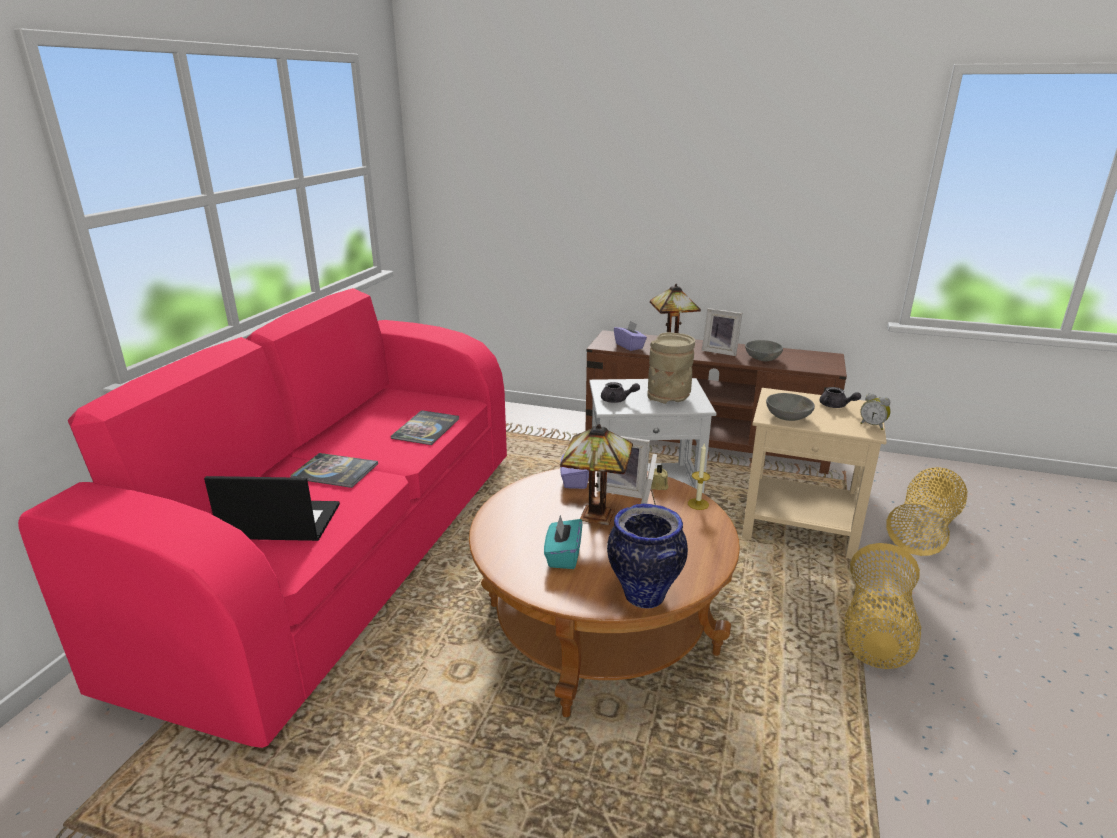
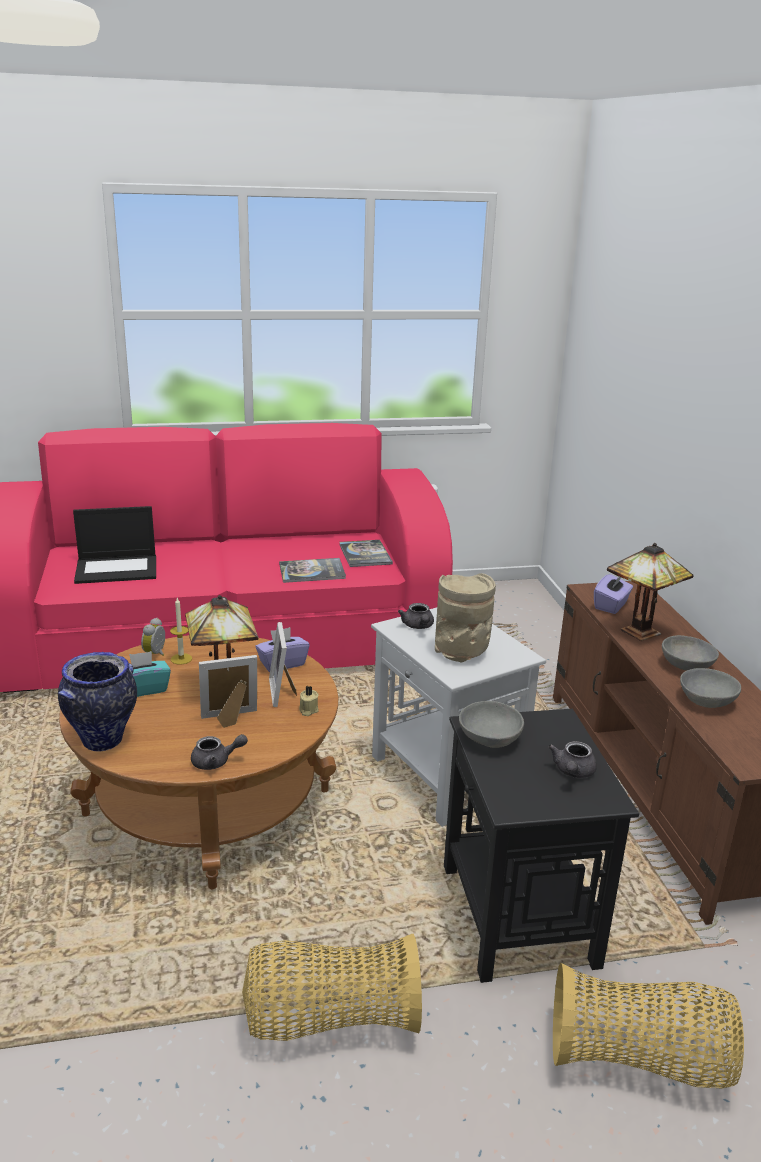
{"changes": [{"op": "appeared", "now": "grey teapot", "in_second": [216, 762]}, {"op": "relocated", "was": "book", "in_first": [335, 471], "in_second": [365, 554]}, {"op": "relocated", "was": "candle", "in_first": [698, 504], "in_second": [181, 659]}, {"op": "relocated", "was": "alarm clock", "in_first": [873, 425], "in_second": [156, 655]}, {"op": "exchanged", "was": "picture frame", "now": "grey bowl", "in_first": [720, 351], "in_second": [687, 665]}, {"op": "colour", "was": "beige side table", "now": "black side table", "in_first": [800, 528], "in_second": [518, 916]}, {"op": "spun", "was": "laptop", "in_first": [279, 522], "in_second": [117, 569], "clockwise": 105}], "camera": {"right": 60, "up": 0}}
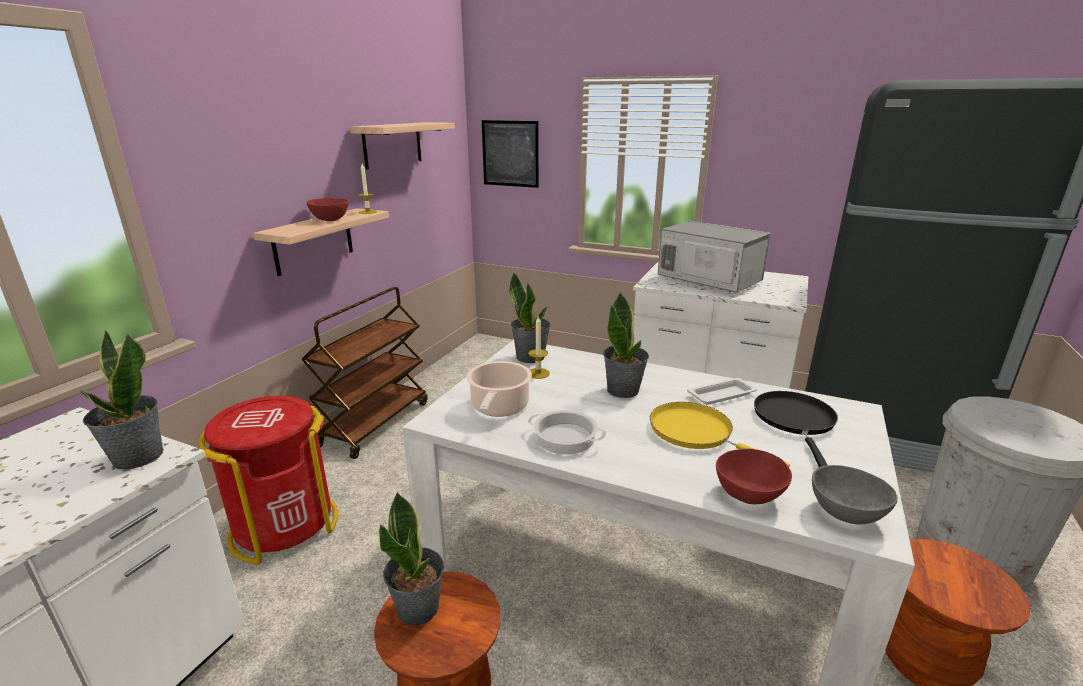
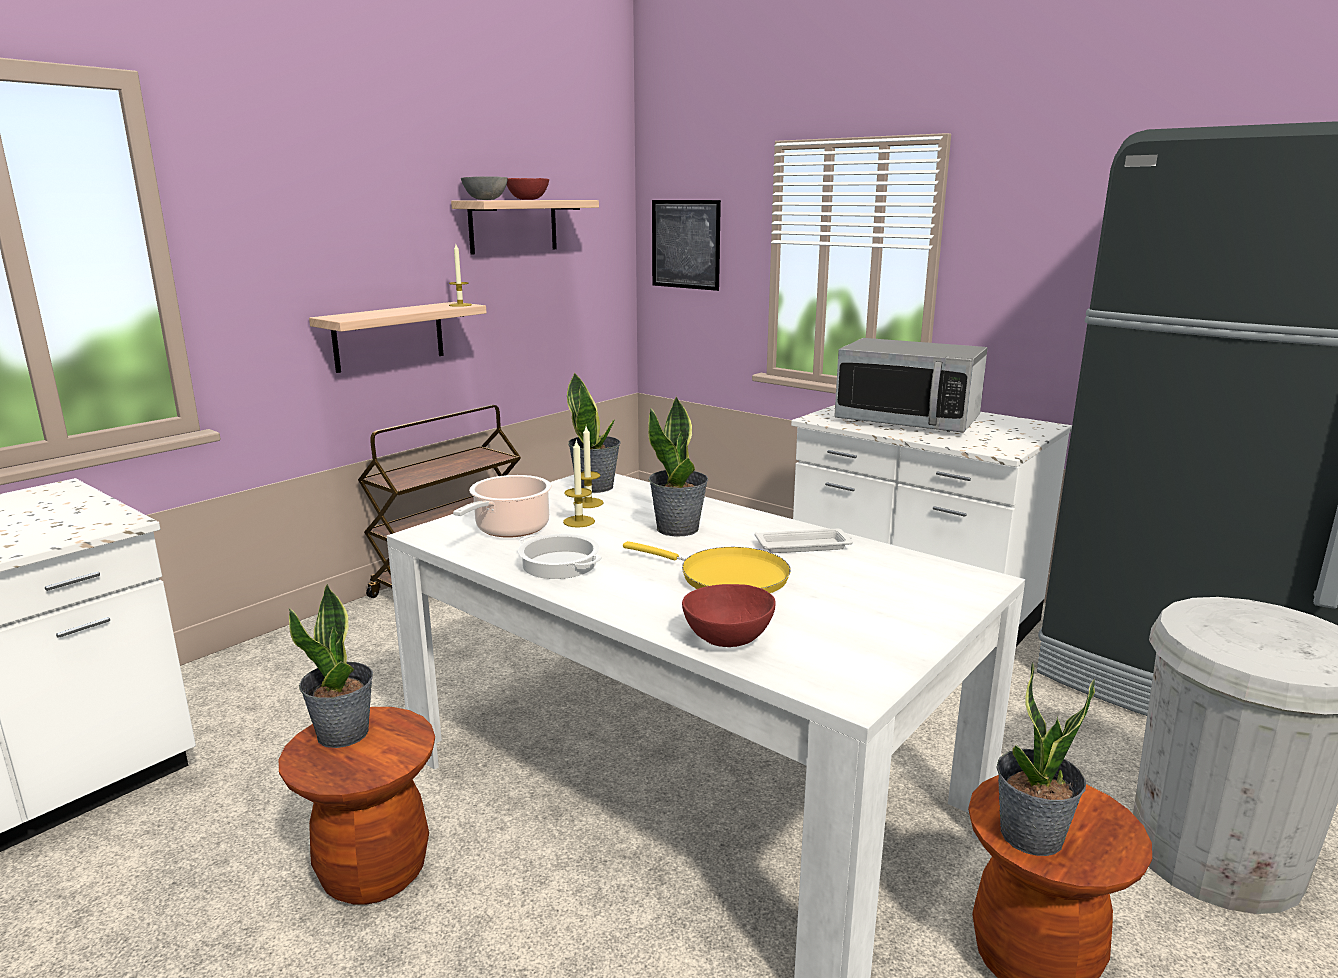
{"changes": [{"op": "missing", "was": "red trash can", "in_first": [284, 525]}, {"op": "missing", "was": "black frying pan", "in_first": [795, 421]}, {"op": "appeared", "now": "candle", "in_second": [579, 521]}, {"op": "relocated", "was": "potted plant", "in_first": [137, 457], "in_second": [1031, 836]}, {"op": "relocated", "was": "red bowl", "in_first": [330, 219], "in_second": [528, 199]}, {"op": "relocated", "was": "grey bowl", "in_first": [847, 514], "in_second": [485, 200]}, {"op": "spun", "was": "yellow frying pan", "in_first": [696, 432], "in_second": [726, 577], "clockwise": 150}, {"op": "spun", "was": "microwave", "in_first": [708, 280], "in_second": [907, 420], "clockwise": 150}], "camera": {"right": 15, "up": -5}}
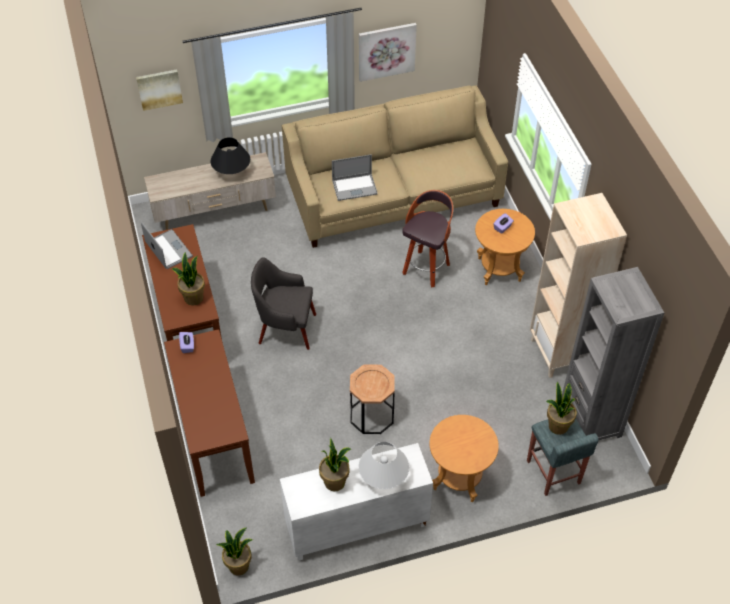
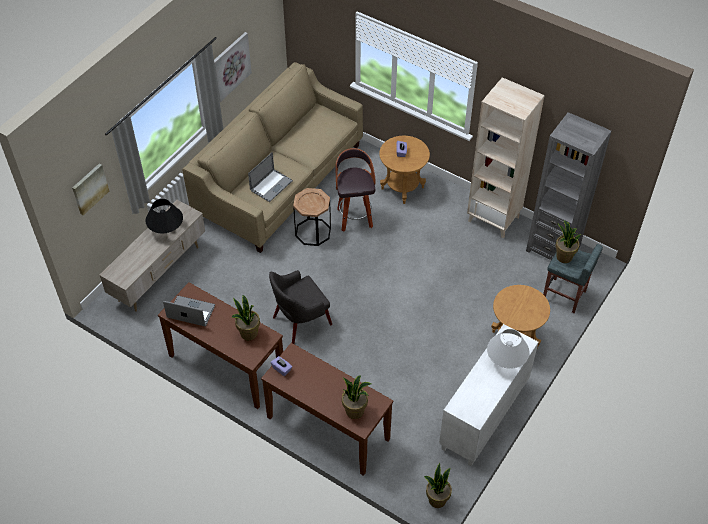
{"changes": [{"op": "relocated", "was": "potted plant", "in_first": [335, 482], "in_second": [355, 410]}, {"op": "relocated", "was": "brown side table", "in_first": [372, 415], "in_second": [313, 232]}], "camera": {"right": -40, "up": 0}}
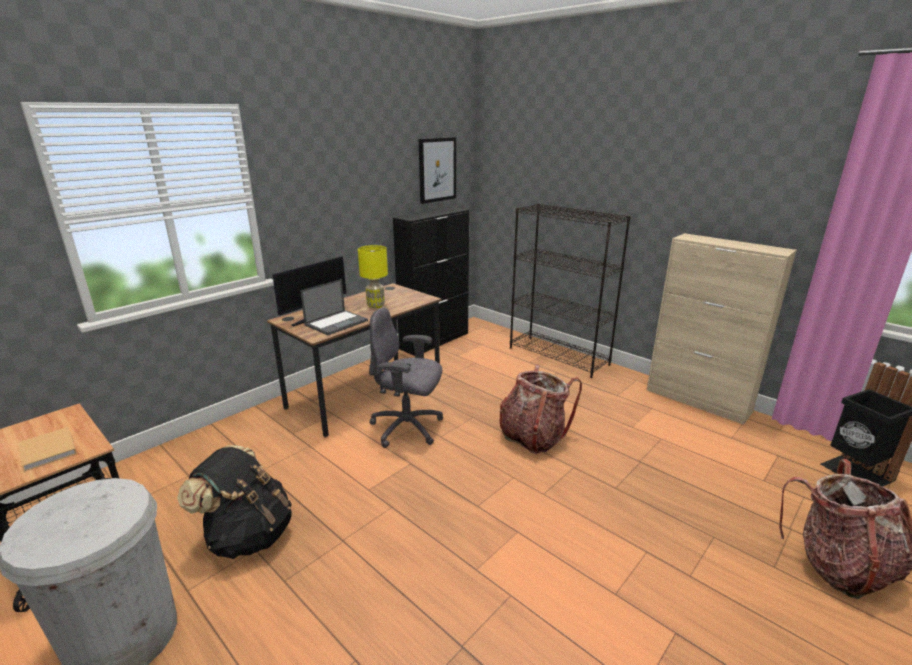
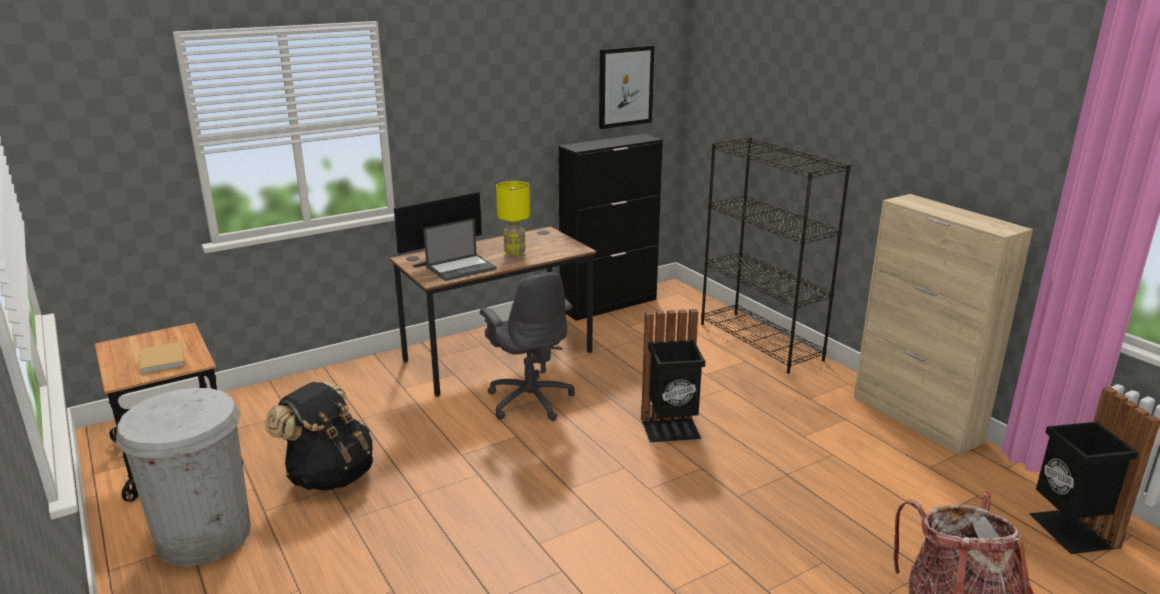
{"changes": [{"op": "exchanged", "was": "backpack", "now": "black trash can", "in_first": [533, 437], "in_second": [671, 429]}, {"op": "spun", "was": "grey office chair", "in_first": [408, 428], "in_second": [530, 400], "clockwise": -150}], "camera": {"right": 15, "up": 0}}
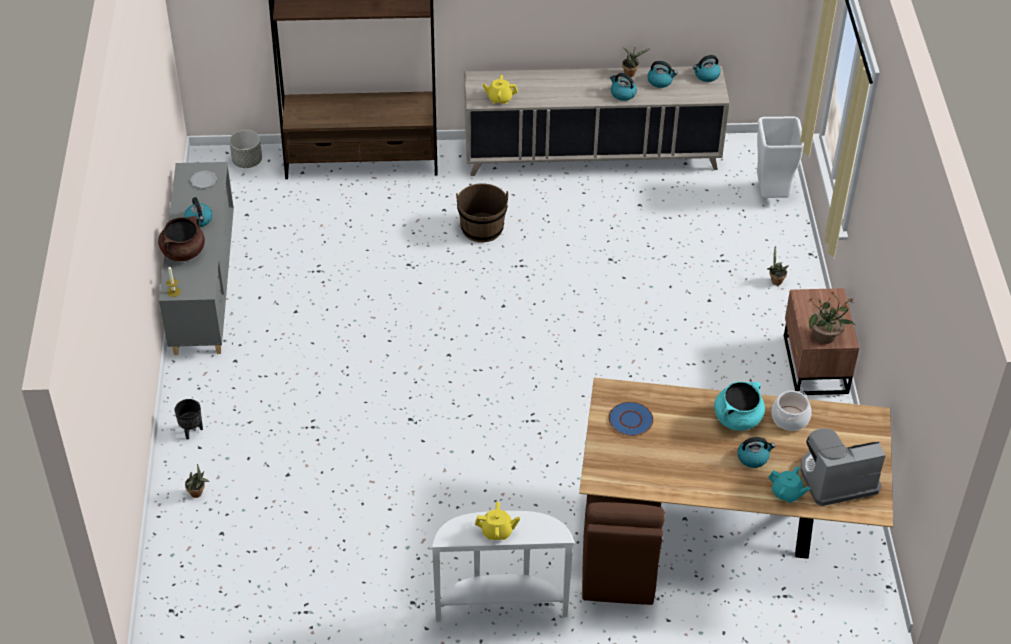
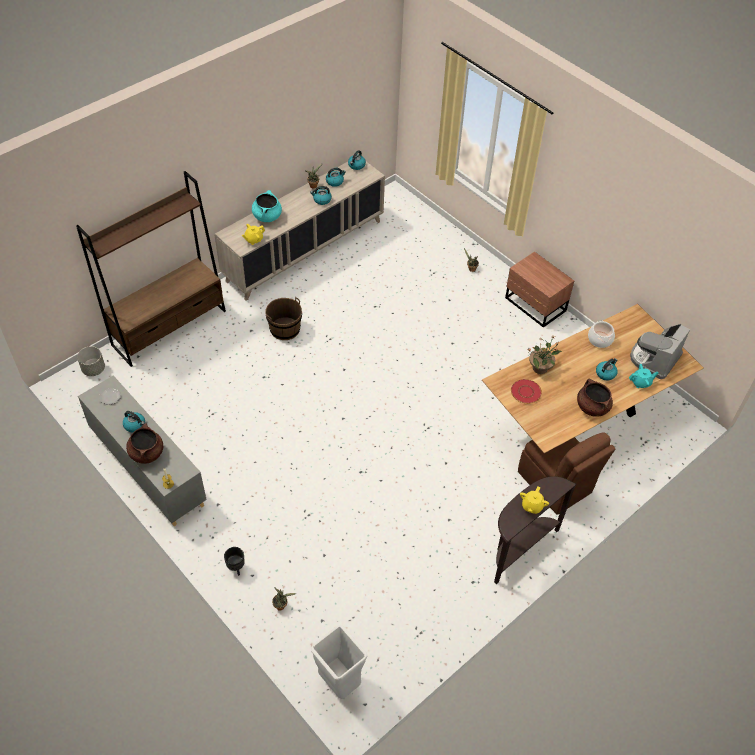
{"changes": [{"op": "appeared", "now": "brown cooking pot", "in_second": [592, 407]}, {"op": "relocated", "was": "turquoise cooking pot", "in_first": [737, 418], "in_second": [267, 216]}, {"op": "relocated", "was": "white trash can", "in_first": [771, 194], "in_second": [339, 682]}, {"op": "relocated", "was": "potted plant", "in_first": [825, 336], "in_second": [540, 368]}, {"op": "colour", "was": "white console table", "now": "brown console table", "in_first": [500, 604], "in_second": [519, 548]}, {"op": "colour", "was": "blue plate", "now": "red plate", "in_first": [630, 419], "in_second": [525, 392]}, {"op": "spun", "was": "yellow teapot", "in_first": [497, 532], "in_second": [532, 506], "clockwise": 150}], "camera": {"right": -40, "up": 5}}
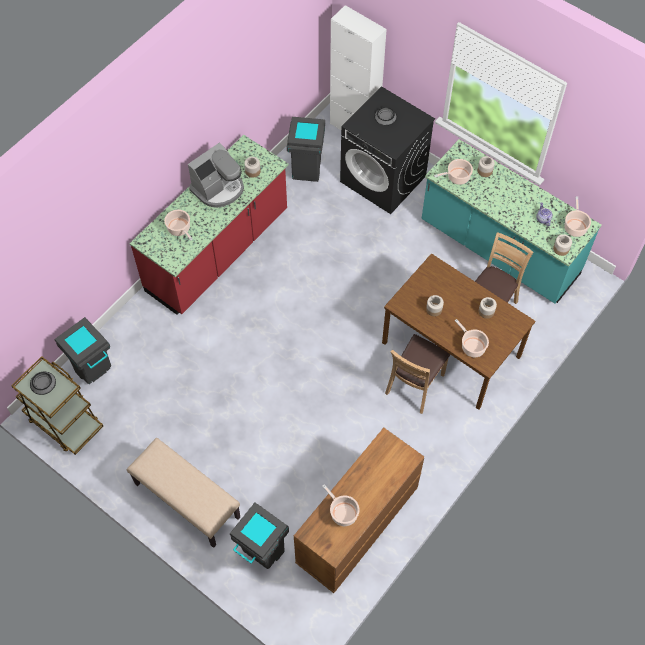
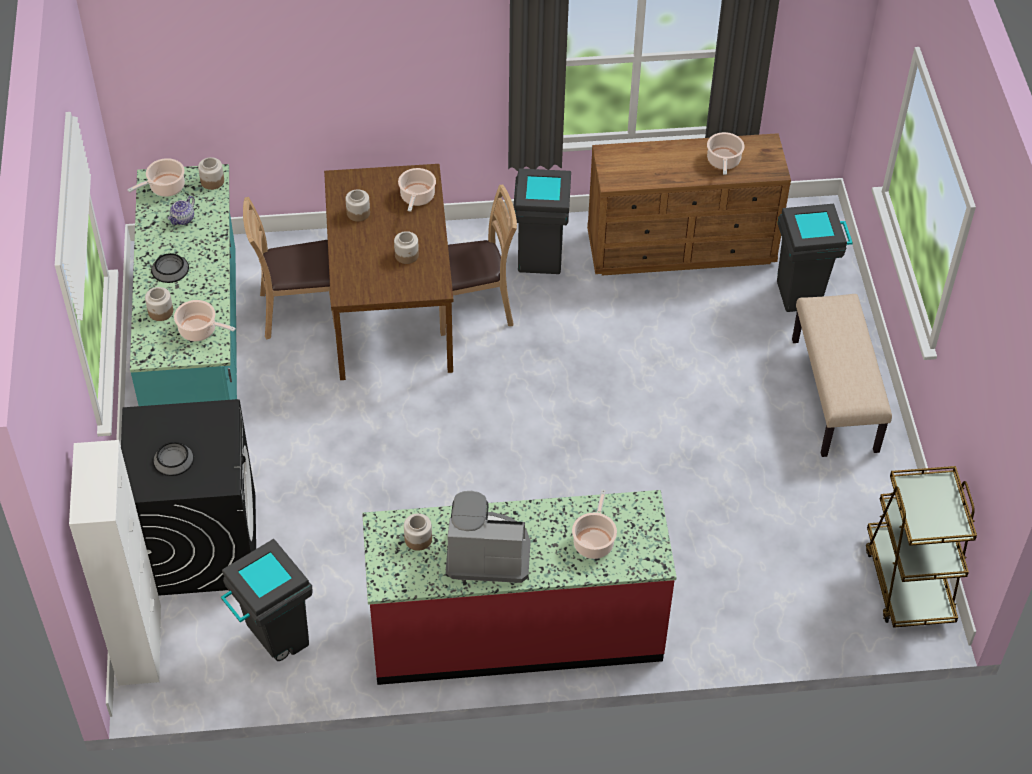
{"changes": [{"op": "relocated", "was": "bowl", "in_first": [42, 383], "in_second": [170, 269]}, {"op": "relocated", "was": "grey trash can", "in_first": [96, 373], "in_second": [540, 258]}], "camera": {"right": -135, "up": -10}}
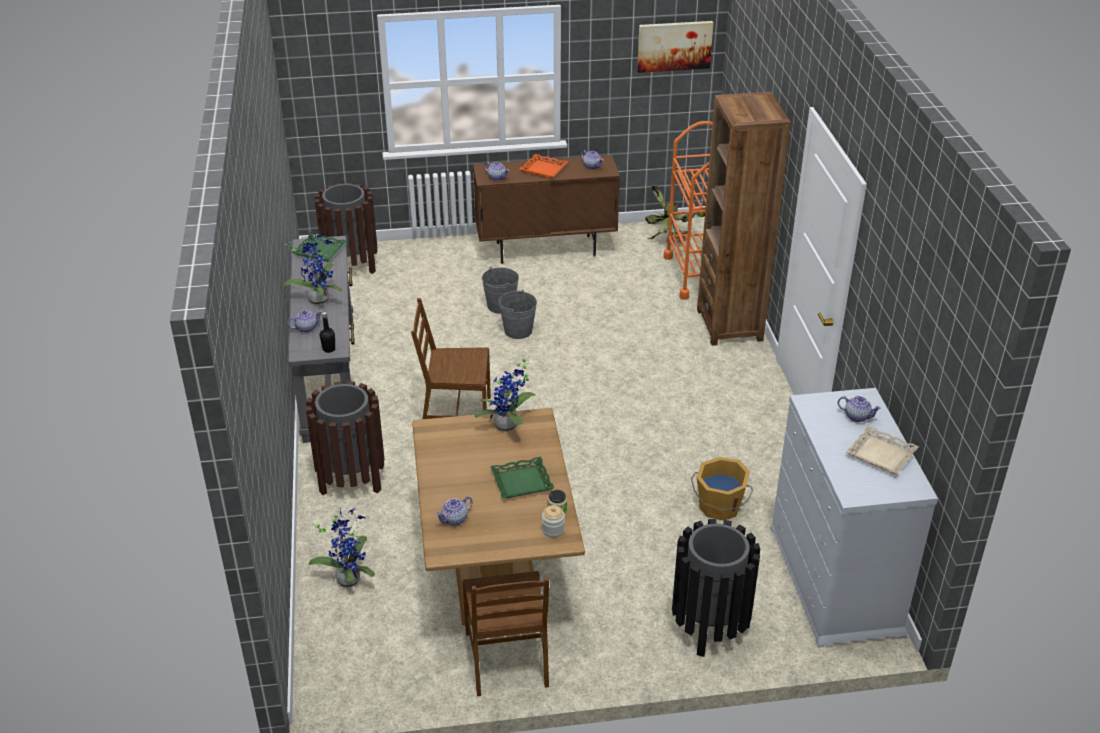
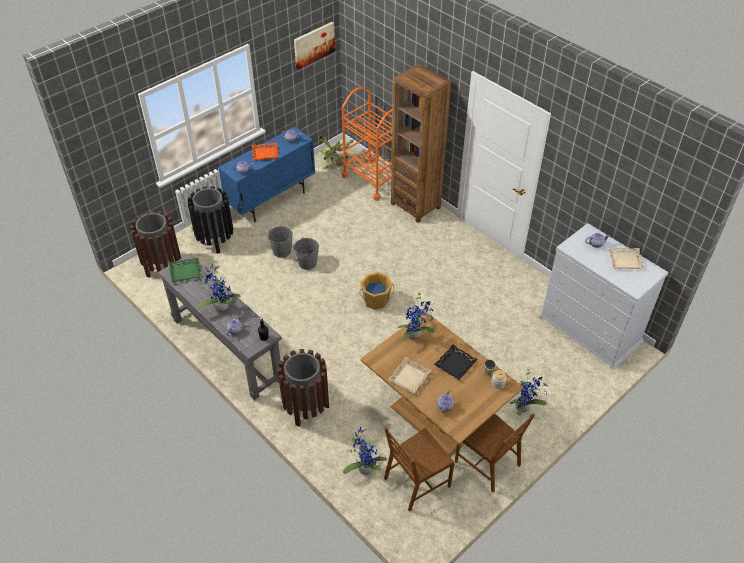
{"changes": [{"op": "appeared", "now": "beige tray", "in_second": [409, 377]}, {"op": "appeared", "now": "potted plant", "in_second": [524, 407]}, {"op": "relocated", "was": "brown chair", "in_first": [455, 416], "in_second": [416, 482]}, {"op": "relocated", "was": "black trash can", "in_first": [709, 627], "in_second": [215, 240]}, {"op": "relocated", "was": "orange bucket", "in_first": [719, 507], "in_second": [376, 301]}, {"op": "colour", "was": "brown cabinet", "now": "blue cabinet", "in_first": [546, 249], "in_second": [272, 201]}, {"op": "colour", "was": "green tray", "now": "black tray", "in_first": [522, 481], "in_second": [455, 364]}], "camera": {"right": -35, "up": 10}}
